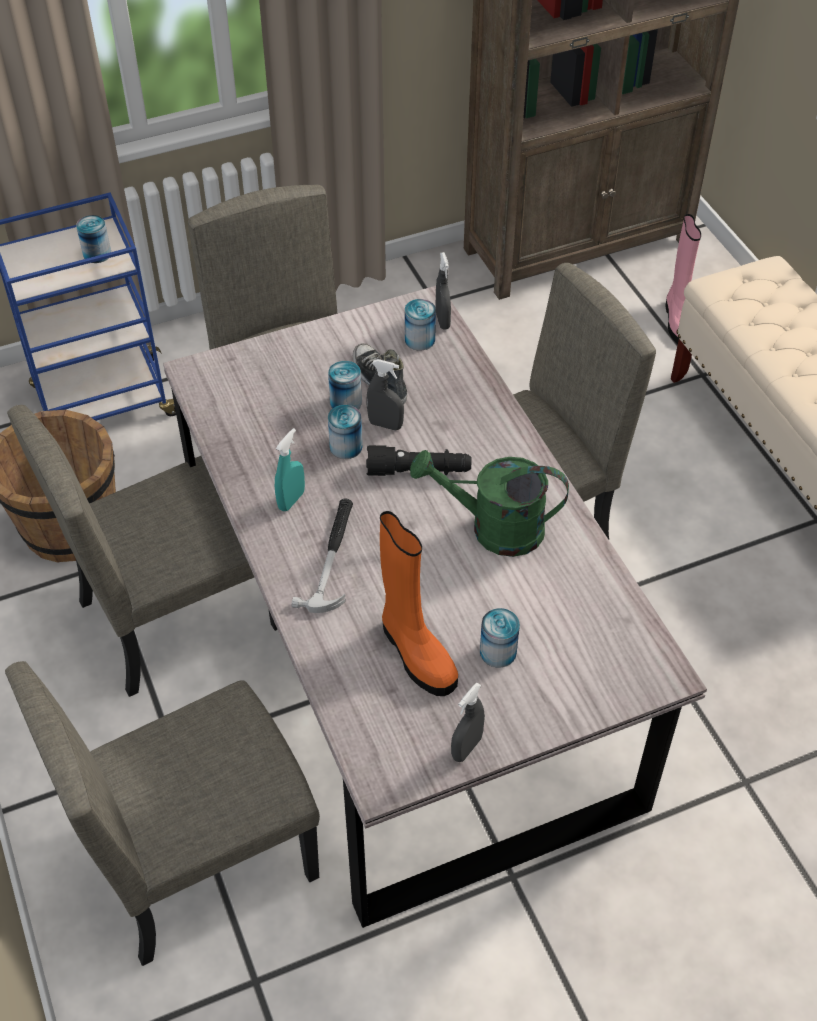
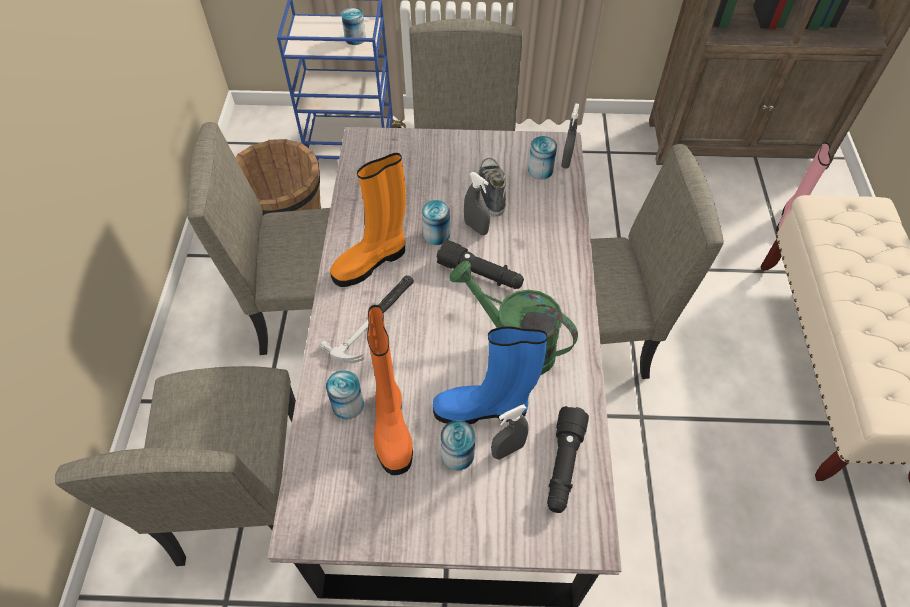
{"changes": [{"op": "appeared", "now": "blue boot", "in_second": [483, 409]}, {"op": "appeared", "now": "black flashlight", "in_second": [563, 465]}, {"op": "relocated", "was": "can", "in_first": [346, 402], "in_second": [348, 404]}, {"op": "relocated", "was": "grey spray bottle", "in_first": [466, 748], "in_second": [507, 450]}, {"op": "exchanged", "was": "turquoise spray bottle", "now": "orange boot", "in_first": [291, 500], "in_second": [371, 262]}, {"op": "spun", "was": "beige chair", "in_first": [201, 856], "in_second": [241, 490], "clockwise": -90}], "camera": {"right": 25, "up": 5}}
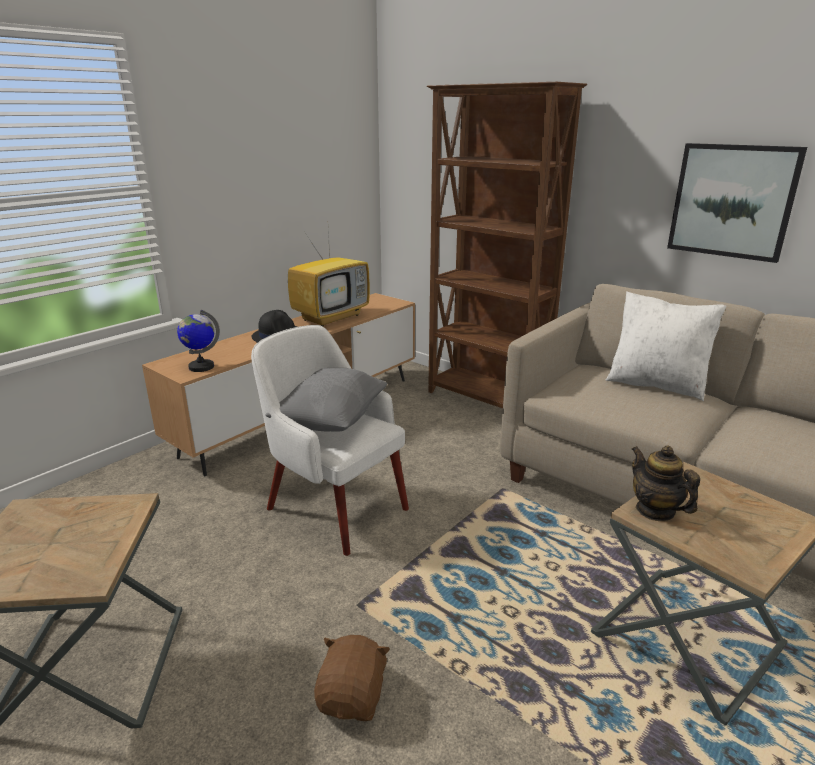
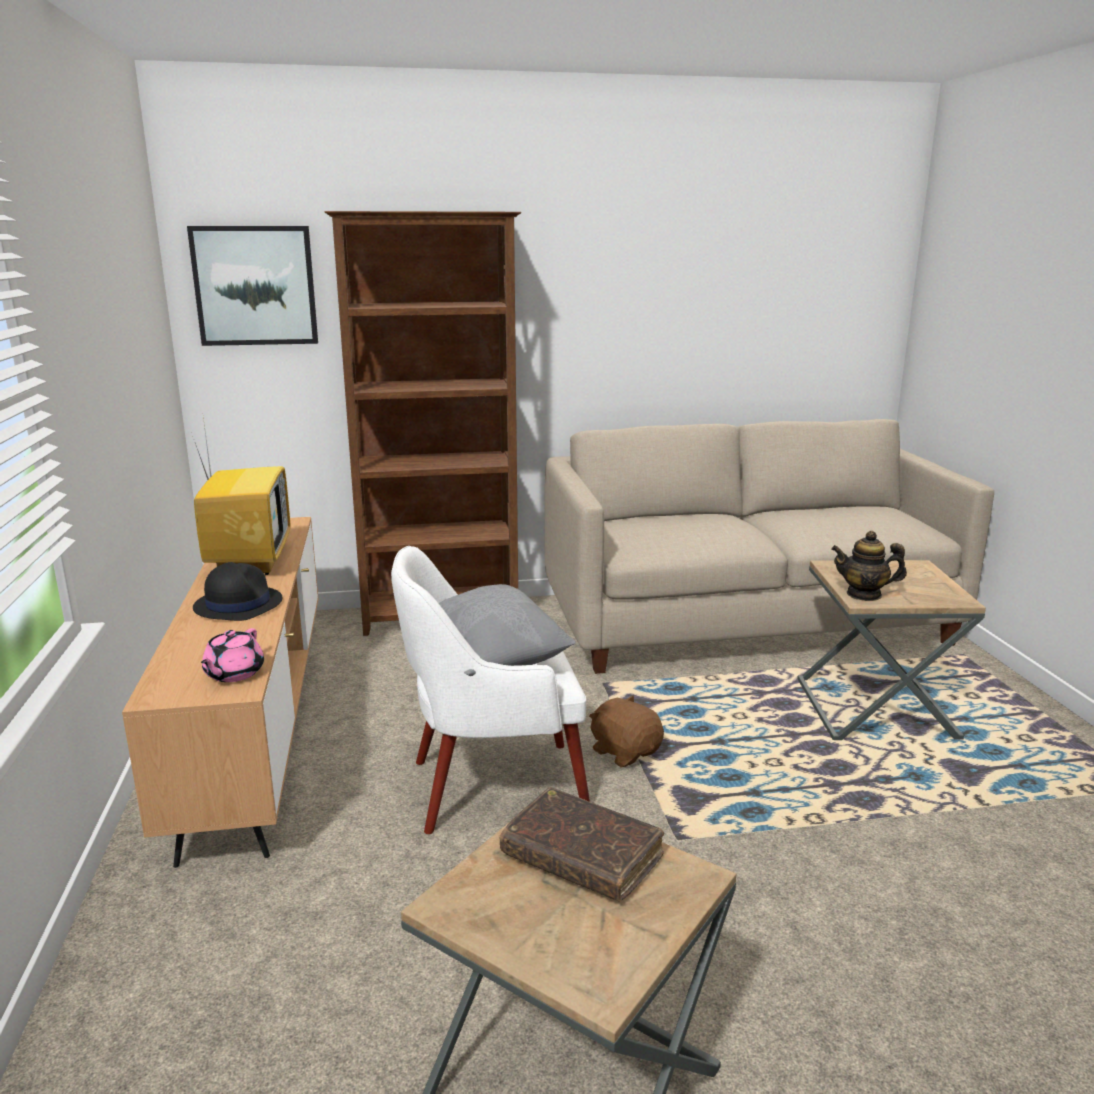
{"changes": [{"op": "missing", "was": "white pillow", "in_first": [656, 385]}, {"op": "appeared", "now": "brown book", "in_second": [582, 857]}, {"op": "relocated", "was": "brown plush toy", "in_first": [353, 697], "in_second": [625, 752]}, {"op": "relocated", "was": "picture", "in_first": [732, 201], "in_second": [255, 286]}, {"op": "exchanged", "was": "globe", "now": "pink teapot", "in_first": [201, 367], "in_second": [233, 674]}], "camera": {"right": -50, "up": -5}}
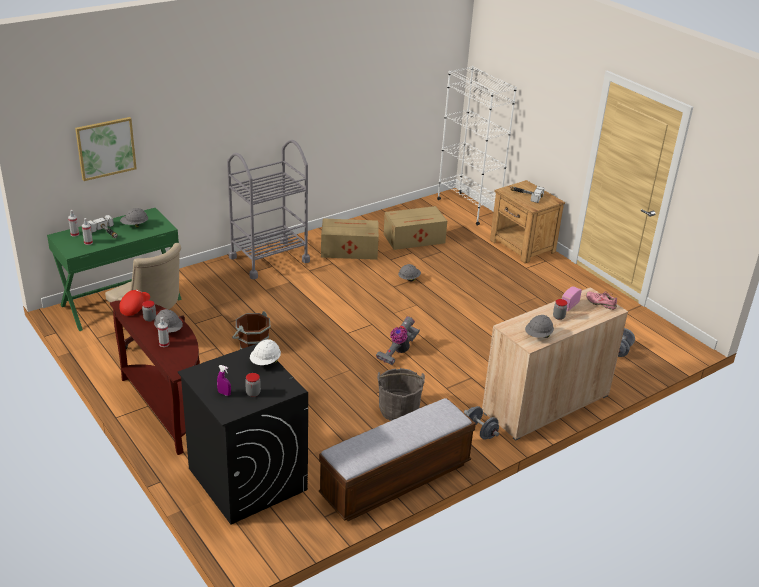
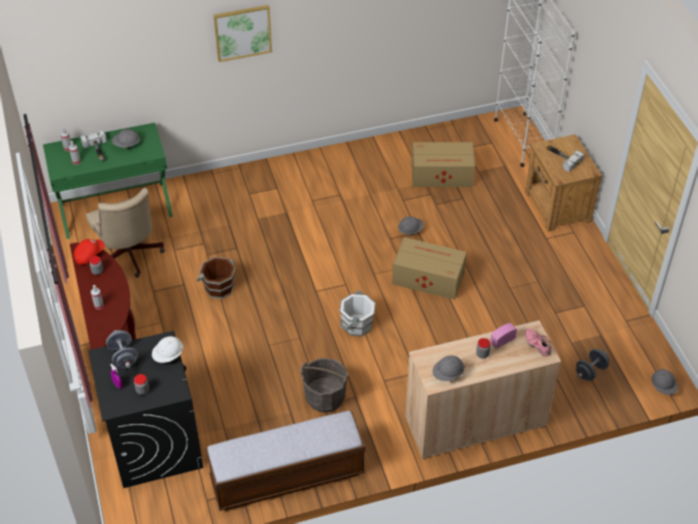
{"changes": [{"op": "missing", "was": "grey cart", "in_first": [269, 259]}, {"op": "relocated", "was": "picture", "in_first": [106, 148], "in_second": [242, 32]}, {"op": "relocated", "was": "grey hard hat", "in_first": [169, 330], "in_second": [663, 387]}, {"op": "relocated", "was": "cardboard box", "in_first": [348, 249], "in_second": [427, 277]}, {"op": "relocated", "was": "grey dumbbell", "in_first": [480, 432], "in_second": [123, 357]}, {"op": "exchanged", "was": "vacuum cleaner", "now": "white bucket", "in_first": [398, 351], "in_second": [356, 325]}], "camera": {"right": 20, "up": 15}}
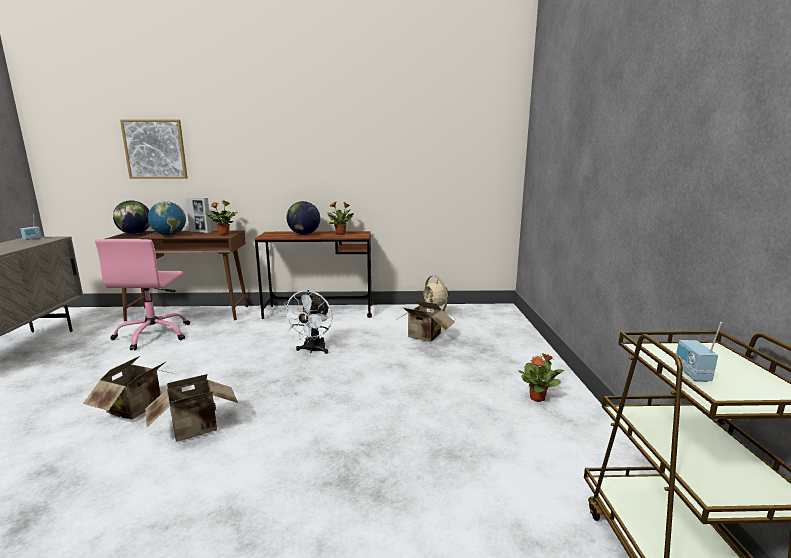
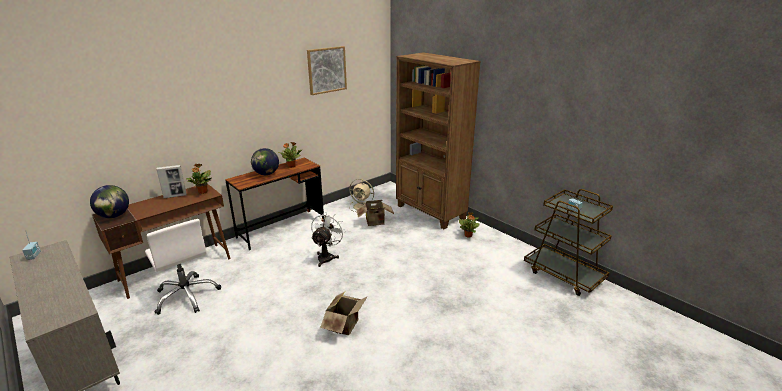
{"changes": [{"op": "missing", "was": "cardboard box", "in_first": [139, 408]}, {"op": "missing", "was": "globe", "in_first": [169, 235]}, {"op": "appeared", "now": "brown bookcase", "in_second": [430, 212]}, {"op": "relocated", "was": "picture", "in_first": [155, 149], "in_second": [326, 70]}, {"op": "colour", "was": "pink office chair", "now": "white office chair", "in_first": [154, 335], "in_second": [187, 296]}, {"op": "spun", "was": "white fan", "in_first": [313, 350], "in_second": [327, 257], "clockwise": -135}], "camera": {"right": -40, "up": 10}}
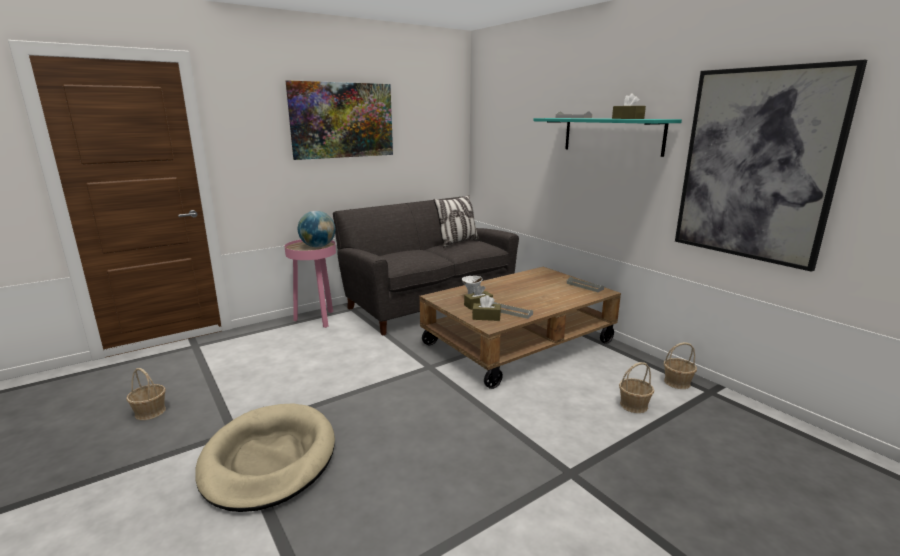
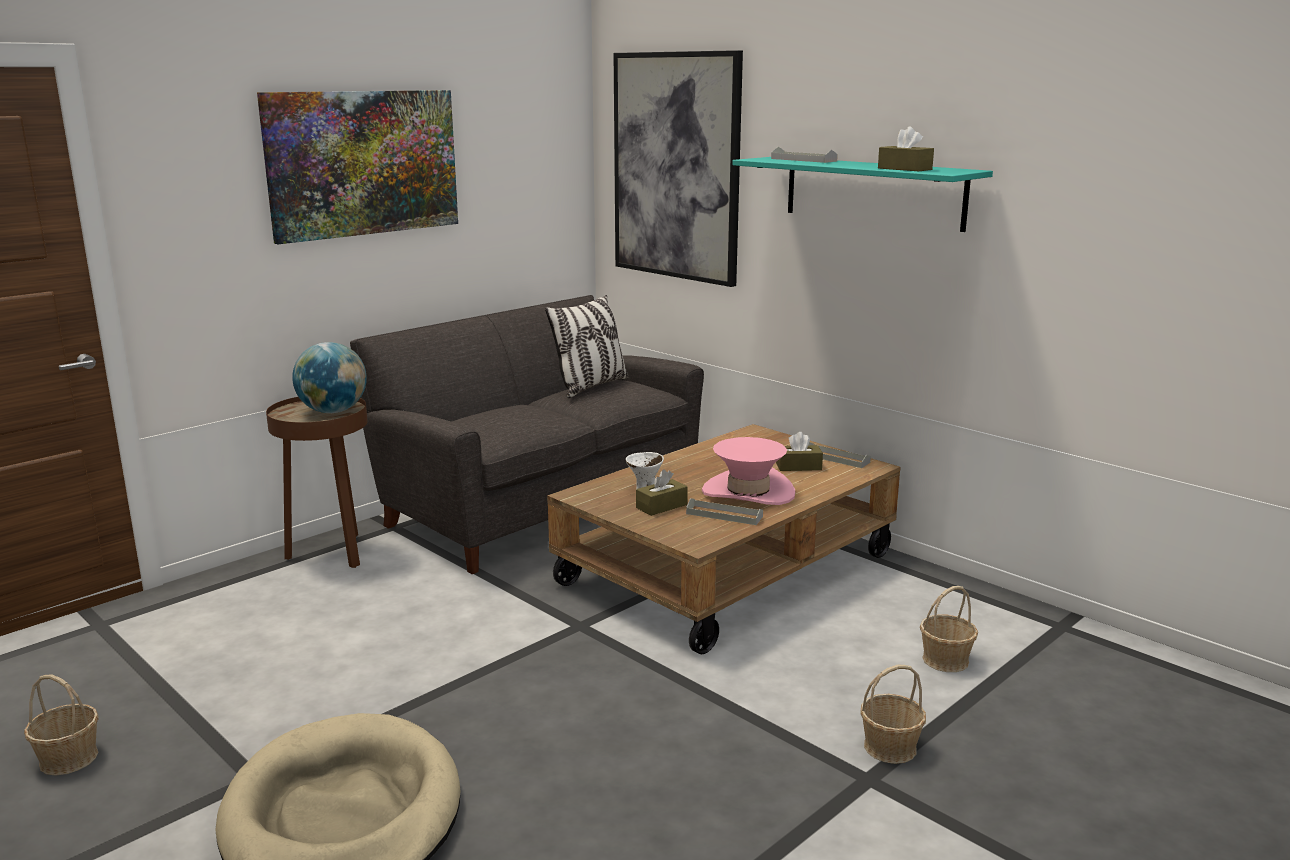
{"changes": [{"op": "appeared", "now": "pink hat", "in_second": [748, 492]}, {"op": "relocated", "was": "brown tissue box", "in_first": [486, 317], "in_second": [798, 466]}, {"op": "relocated", "was": "basket", "in_first": [677, 382], "in_second": [890, 747]}, {"op": "relocated", "was": "picture", "in_first": [756, 165], "in_second": [676, 167]}, {"op": "colour", "was": "pink side table", "now": "brown side table", "in_first": [317, 320], "in_second": [332, 553]}], "camera": {"right": -10, "up": 0}}
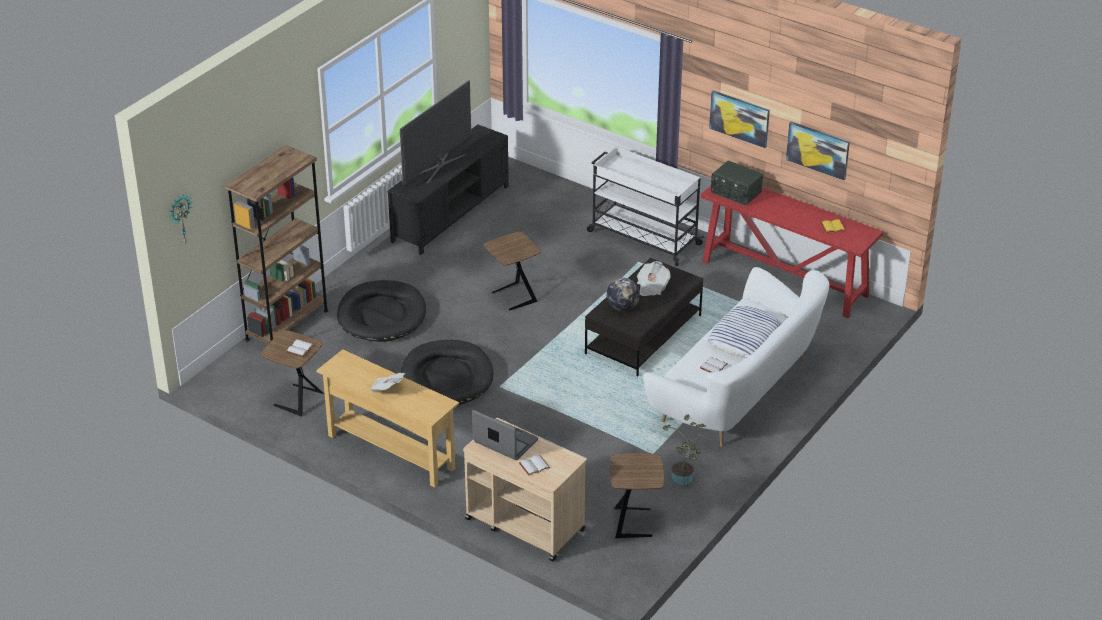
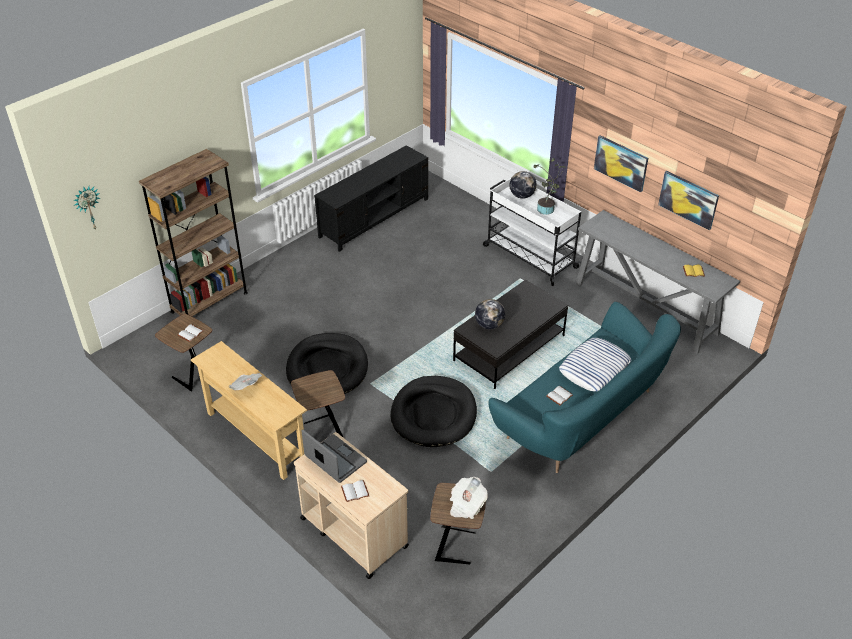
{"changes": [{"op": "missing", "was": "television", "in_first": [438, 165]}, {"op": "missing", "was": "radio", "in_first": [735, 193]}, {"op": "appeared", "now": "globe", "in_second": [522, 196]}, {"op": "relocated", "was": "black dog bed", "in_first": [382, 315], "in_second": [434, 414]}, {"op": "relocated", "was": "brown side table", "in_first": [513, 297], "in_second": [322, 432]}, {"op": "relocated", "was": "newspaper", "in_first": [651, 287], "in_second": [466, 505]}, {"op": "relocated", "was": "potted plant", "in_first": [683, 479], "in_second": [546, 210]}, {"op": "colour", "was": "white sofa", "now": "turquoise sofa", "in_first": [738, 391], "in_second": [583, 416]}, {"op": "colour", "was": "red console table", "now": "grey console table", "in_first": [785, 279], "in_second": [646, 309]}], "camera": {"right": 10, "up": 5}}
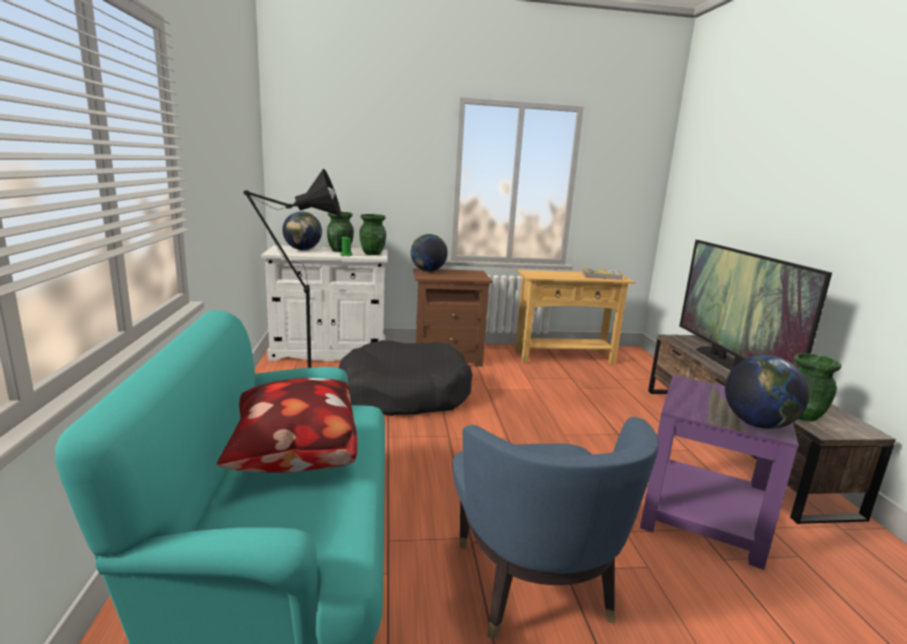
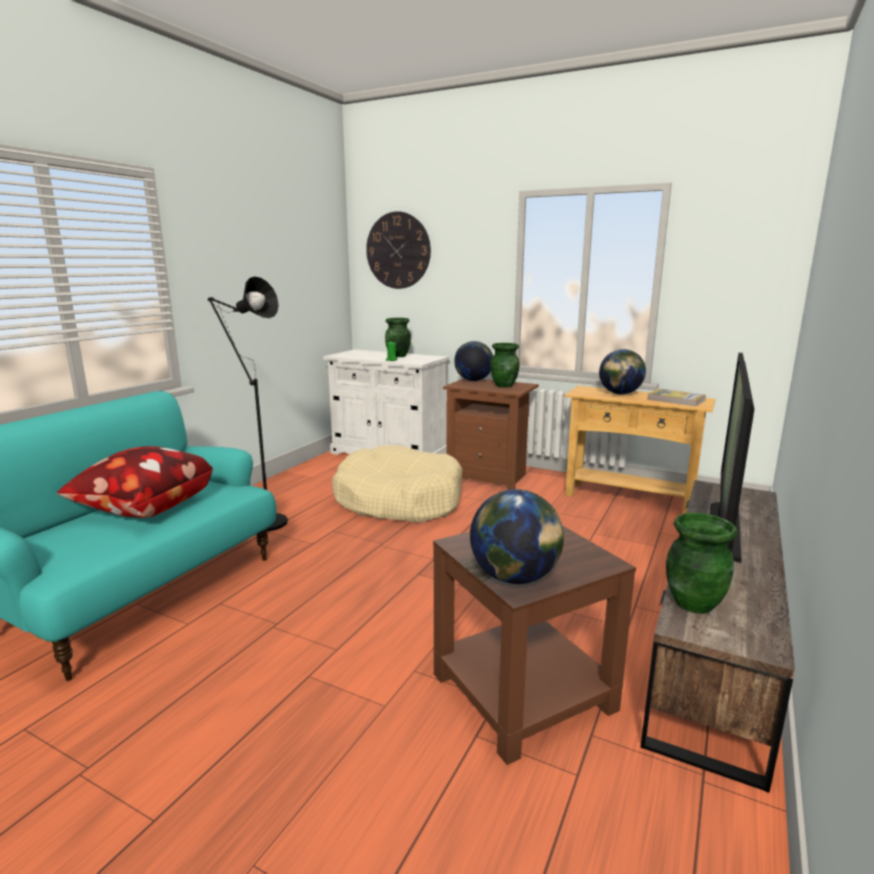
{"changes": [{"op": "missing", "was": "blue armchair", "in_first": [533, 584]}, {"op": "appeared", "now": "wall clock", "in_second": [398, 250]}, {"op": "relocated", "was": "globe", "in_first": [302, 250], "in_second": [620, 394]}, {"op": "relocated", "was": "green vase", "in_first": [372, 253], "in_second": [504, 385]}, {"op": "colour", "was": "black dog bed", "now": "beige dog bed", "in_first": [404, 394], "in_second": [398, 500]}, {"op": "colour", "was": "purple side table", "now": "brown side table", "in_first": [703, 518], "in_second": [522, 693]}], "camera": {"right": 35, "up": 0}}
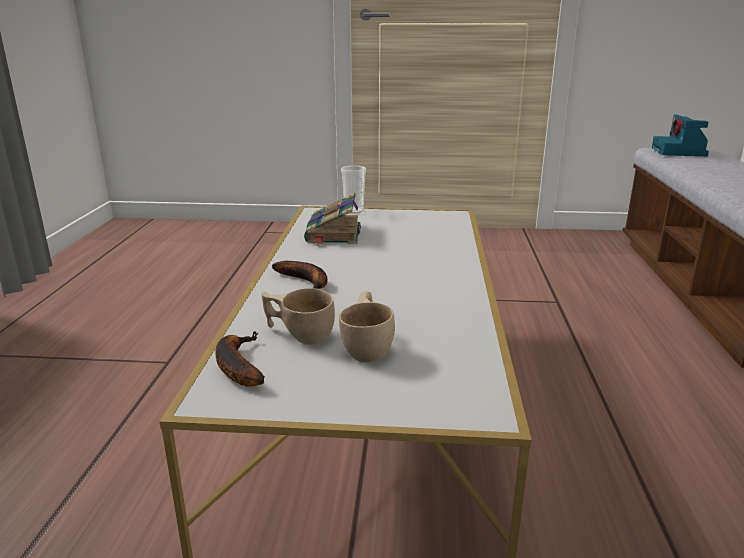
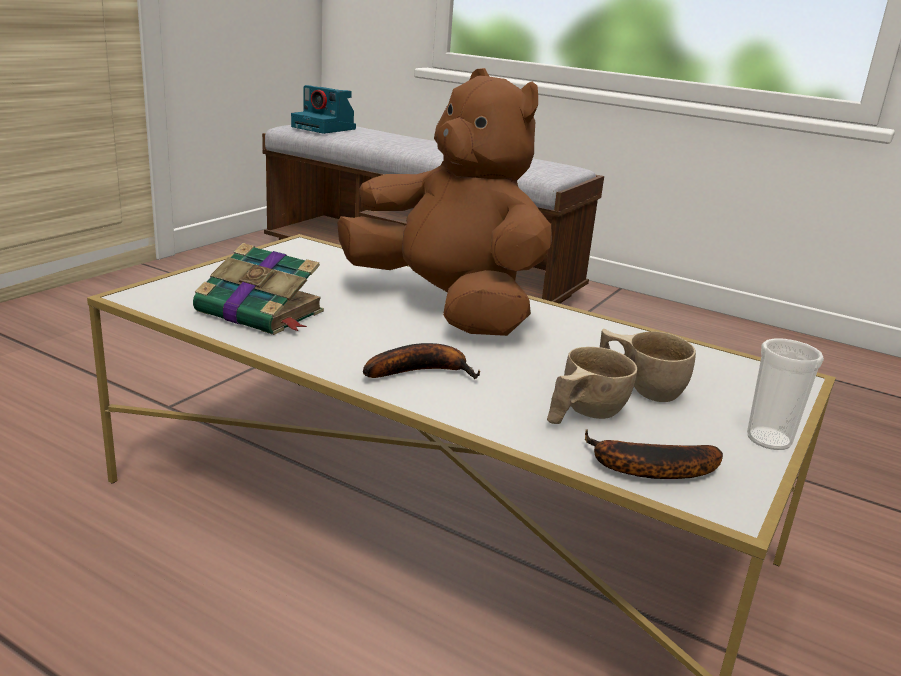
{"changes": [{"op": "appeared", "now": "brown plush toy", "in_second": [447, 307]}, {"op": "relocated", "was": "cup", "in_first": [354, 211], "in_second": [768, 439]}], "camera": {"right": -65, "up": 0}}
